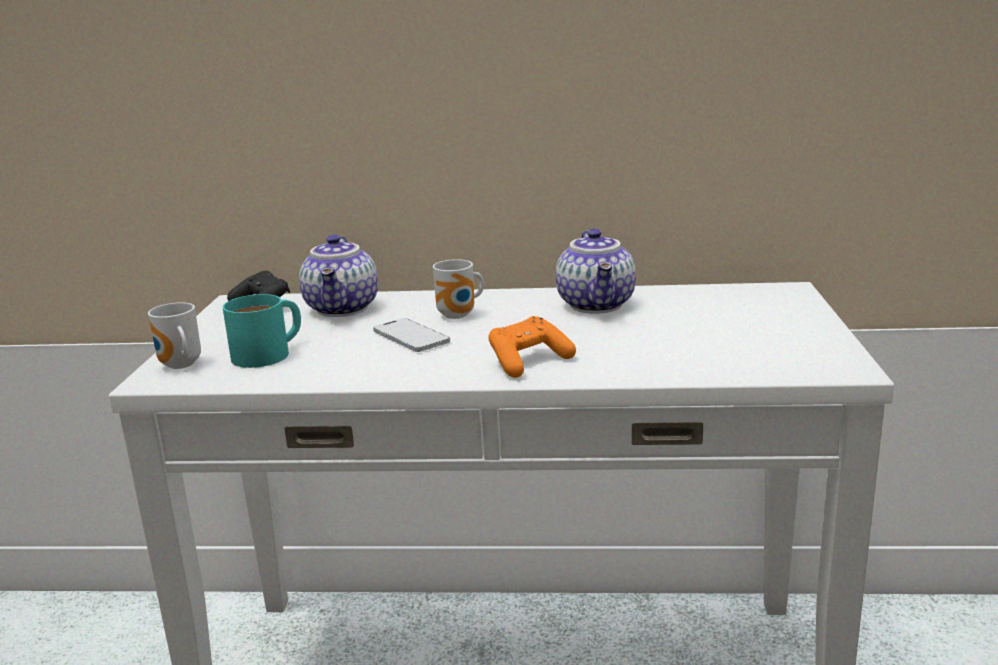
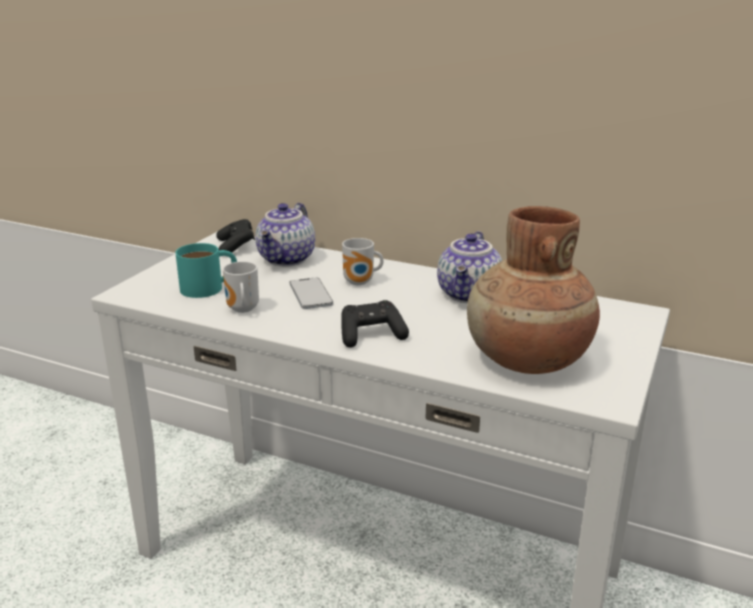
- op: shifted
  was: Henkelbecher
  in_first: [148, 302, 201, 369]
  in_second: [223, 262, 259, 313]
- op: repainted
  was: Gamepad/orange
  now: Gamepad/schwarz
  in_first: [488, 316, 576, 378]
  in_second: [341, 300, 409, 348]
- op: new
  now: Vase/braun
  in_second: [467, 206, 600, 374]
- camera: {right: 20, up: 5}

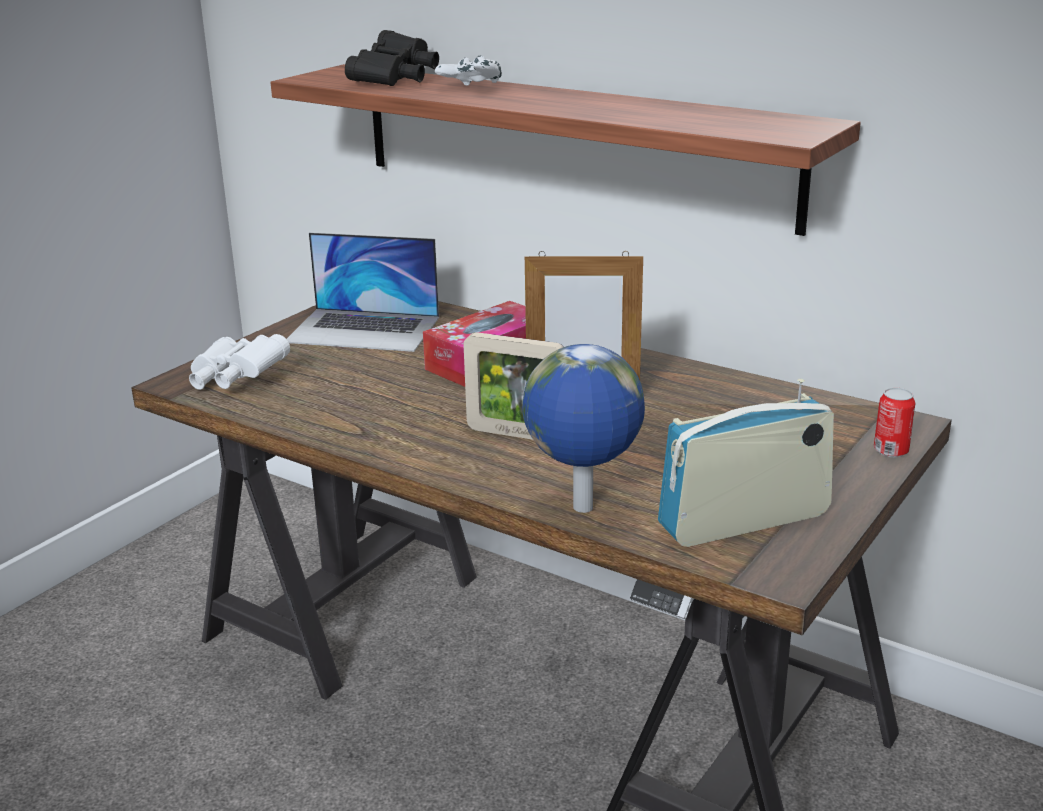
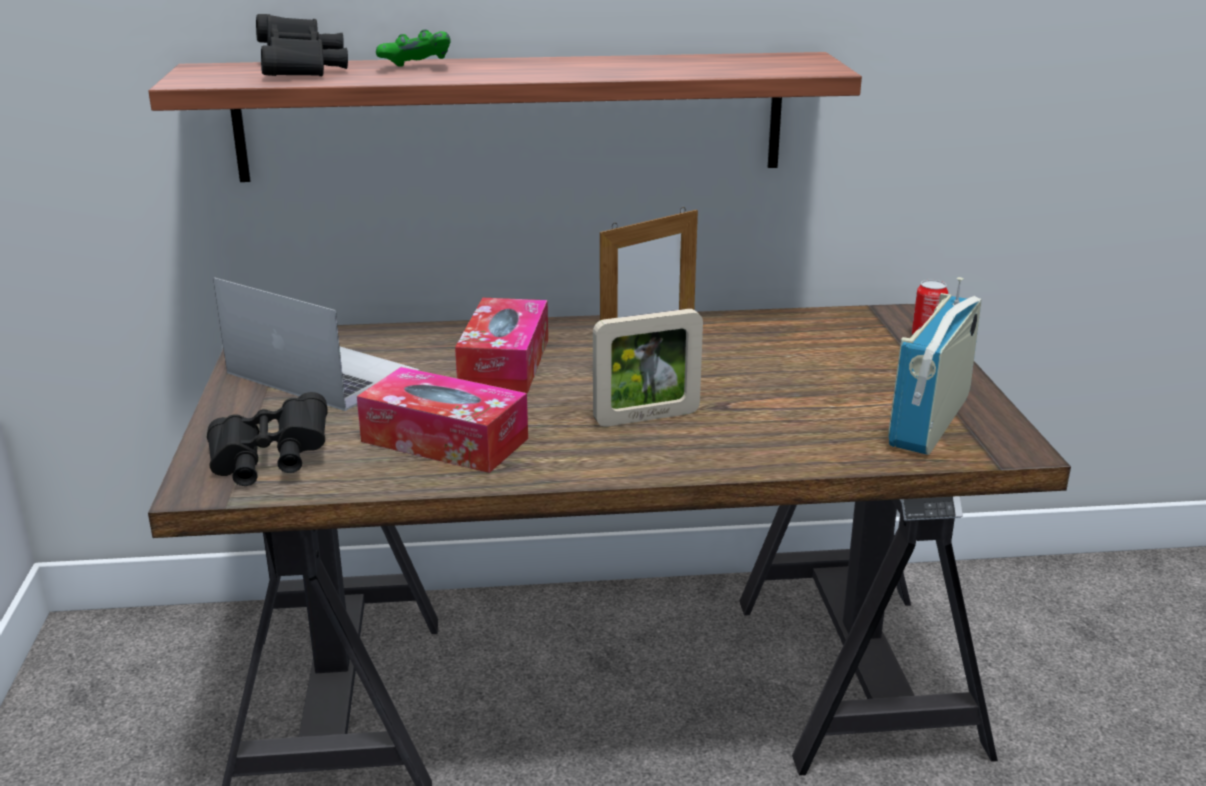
- op: repainted
  was: Fernglas/weiß
  now: Fernglas/schwarz
  in_first: [189, 334, 290, 390]
  in_second: [207, 392, 328, 486]
- op: rotated
  was: Laptop
  in_first: [287, 233, 439, 352]
  in_second: [213, 277, 420, 411]
  clockwise: -120
- op: new
  now: Taschentuchbox
  in_second: [357, 367, 528, 473]
- op: repainted
  was: Gamepad/weiß
  now: Gamepad/grün
  in_first: [435, 55, 502, 86]
  in_second: [376, 29, 451, 67]
- op: gone
  was: Globus
  in_first: [522, 344, 645, 513]
- camera: {right: -40, up: 0}

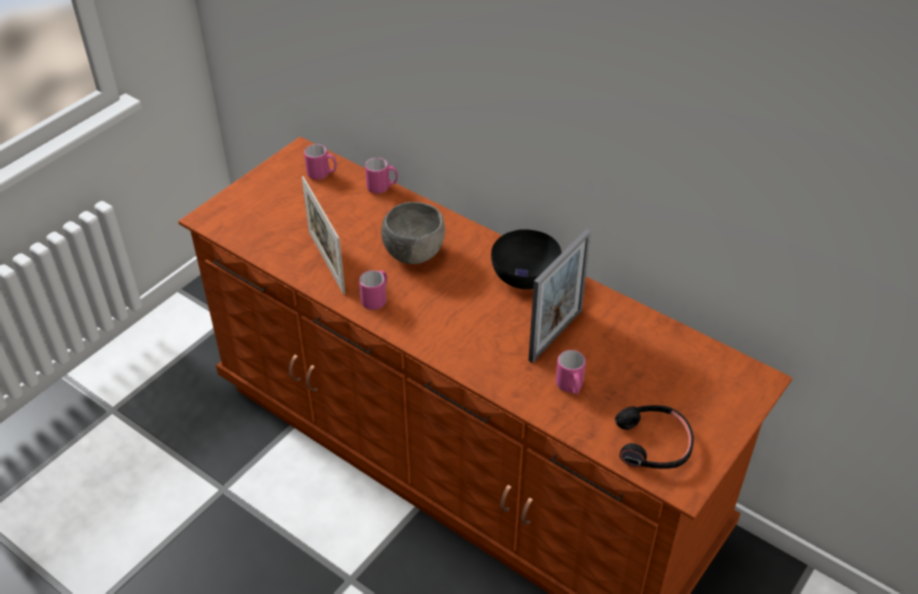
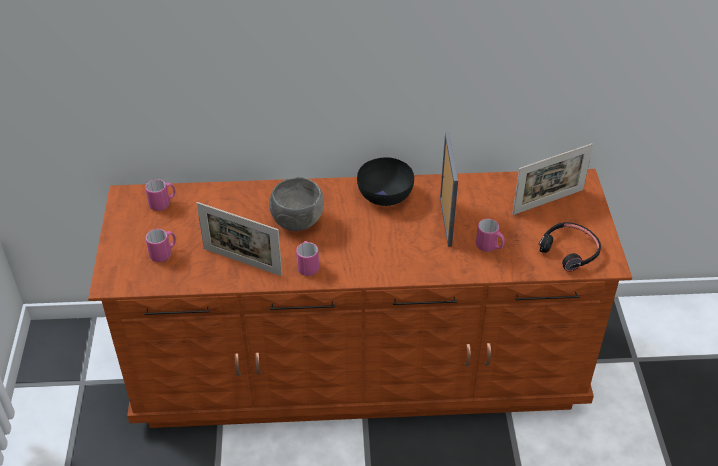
- op: shifted
  was: Henkelbecher/rosa
  in_first: [365, 158, 398, 194]
  in_second: [146, 229, 176, 262]
- op: new
  now: Bilderrahmen
  in_second: [512, 143, 593, 215]
- camera: {right: -40, up: 0}

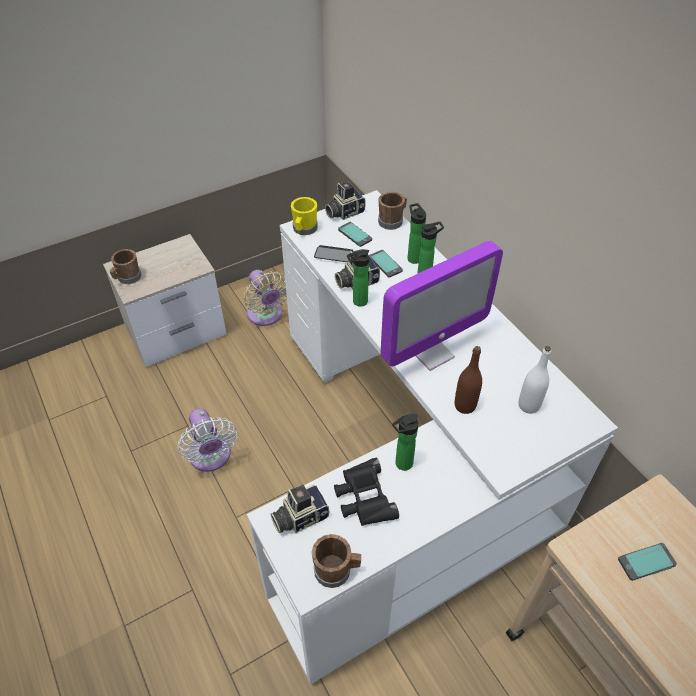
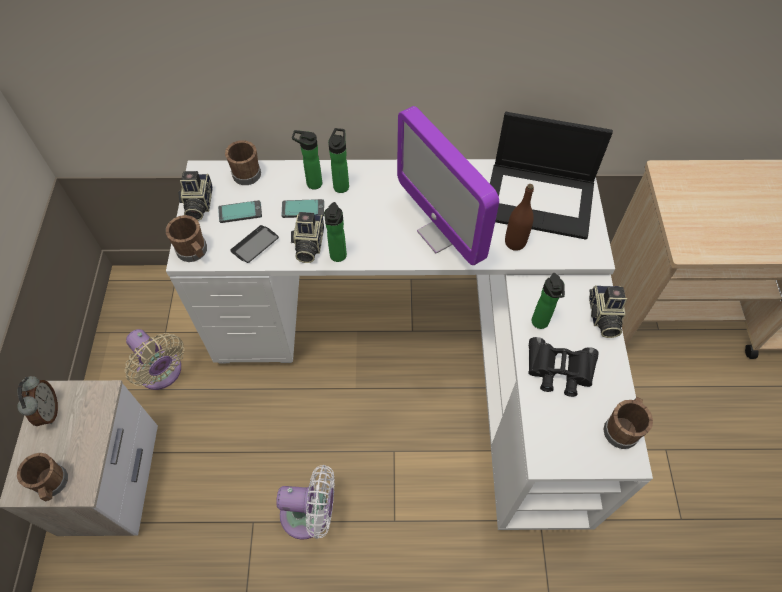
- op: new
  now: Wecker
  in_second: [17, 376, 58, 426]
- op: rotated
  was: Ventilator/beige
  in_first: [244, 270, 287, 326]
  in_second: [125, 329, 184, 390]
  clockwise: 45
- op: repainted
  was: Henkelbecher/gelb
  now: Henkelbecher/braun
  in_first: [291, 197, 318, 235]
  in_second: [166, 215, 207, 262]
- op: rotated
  was: Monitor
  in_first: [381, 241, 503, 371]
  in_second: [397, 106, 499, 265]
  clockwise: 150
- op: swapped
  was: Flasche/weiß
  now: Laptop
  in_first: [518, 346, 551, 414]
  in_second: [490, 112, 613, 240]
- op: shifted
  was: Kamera
  in_first: [271, 485, 329, 533]
  in_second: [589, 285, 627, 338]
- op: gone
  was: Handy
  in_first: [618, 543, 677, 581]
- camera: {right: -60, up: 10}

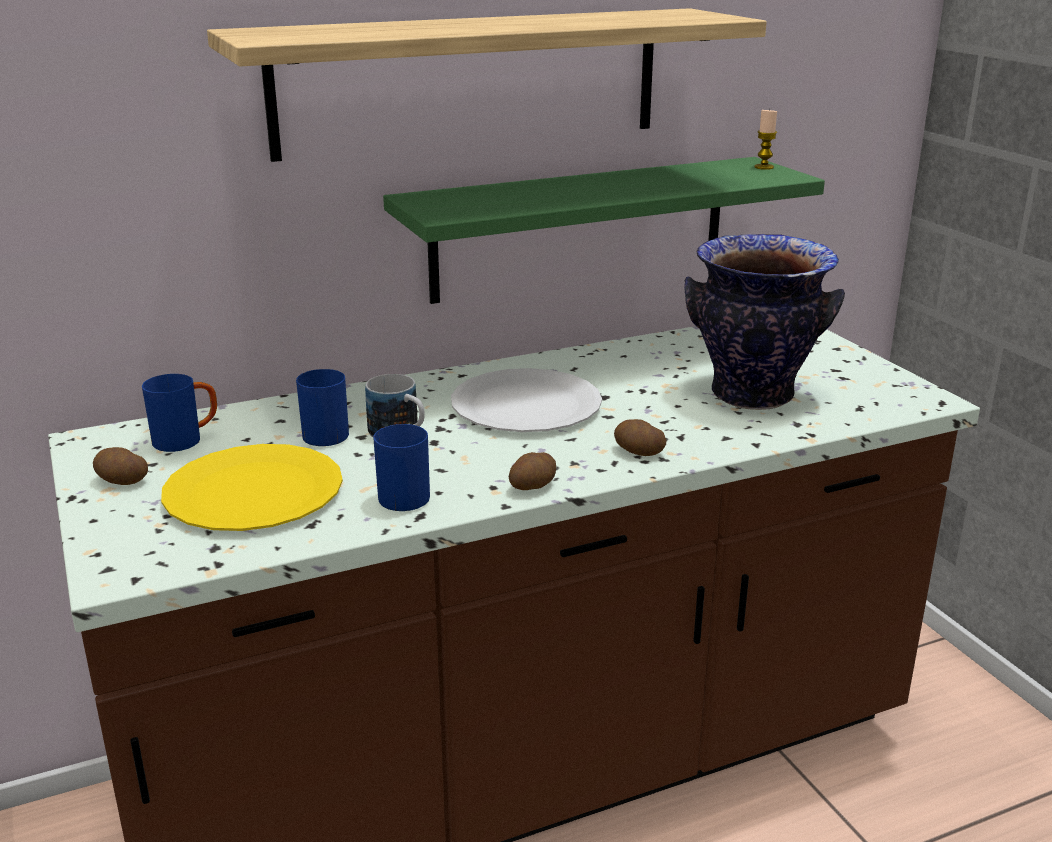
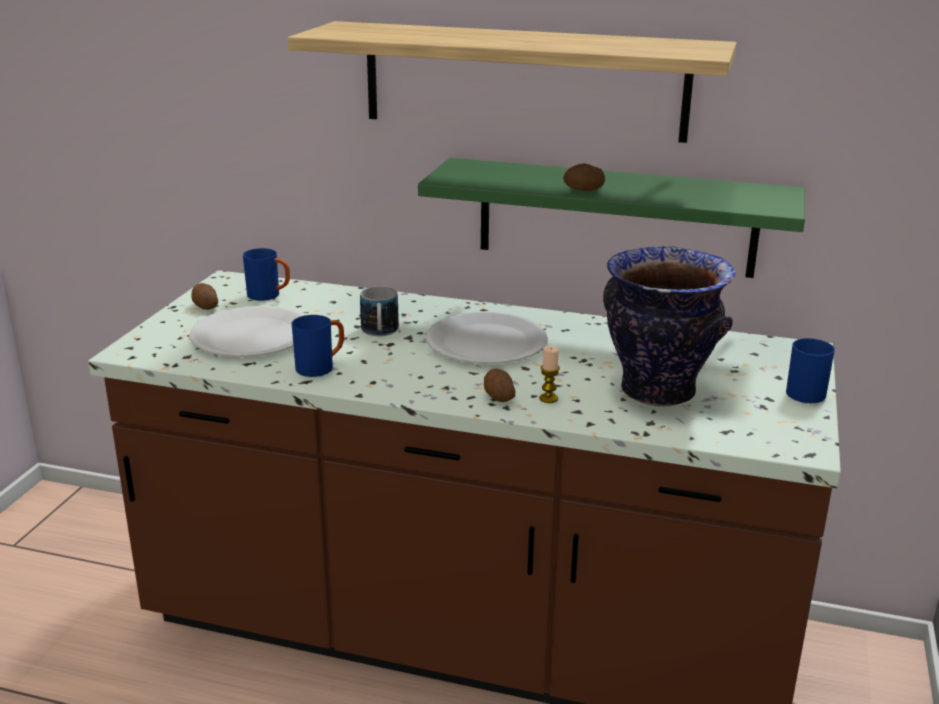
- op: repainted
  was: Teller/gelb
  now: Teller/weiß
  in_first: [161, 444, 343, 531]
  in_second: [189, 306, 305, 357]
- op: shifted
  was: Kerze
  in_first: [755, 109, 777, 170]
  in_second: [539, 346, 560, 403]
- op: shifted
  was: Kartoffel
  in_first: [509, 452, 556, 490]
  in_second: [563, 163, 605, 191]
- op: shifted
  was: Henkelbecher/blau
  in_first: [296, 369, 349, 446]
  in_second: [786, 338, 835, 403]
- camera: {right: 40, up: 0}

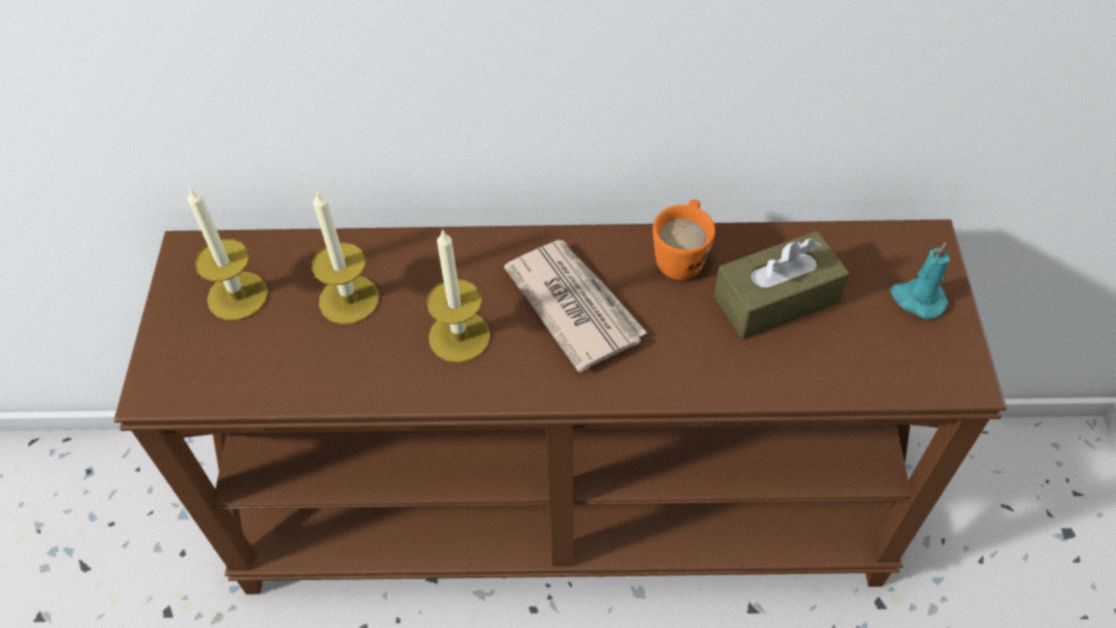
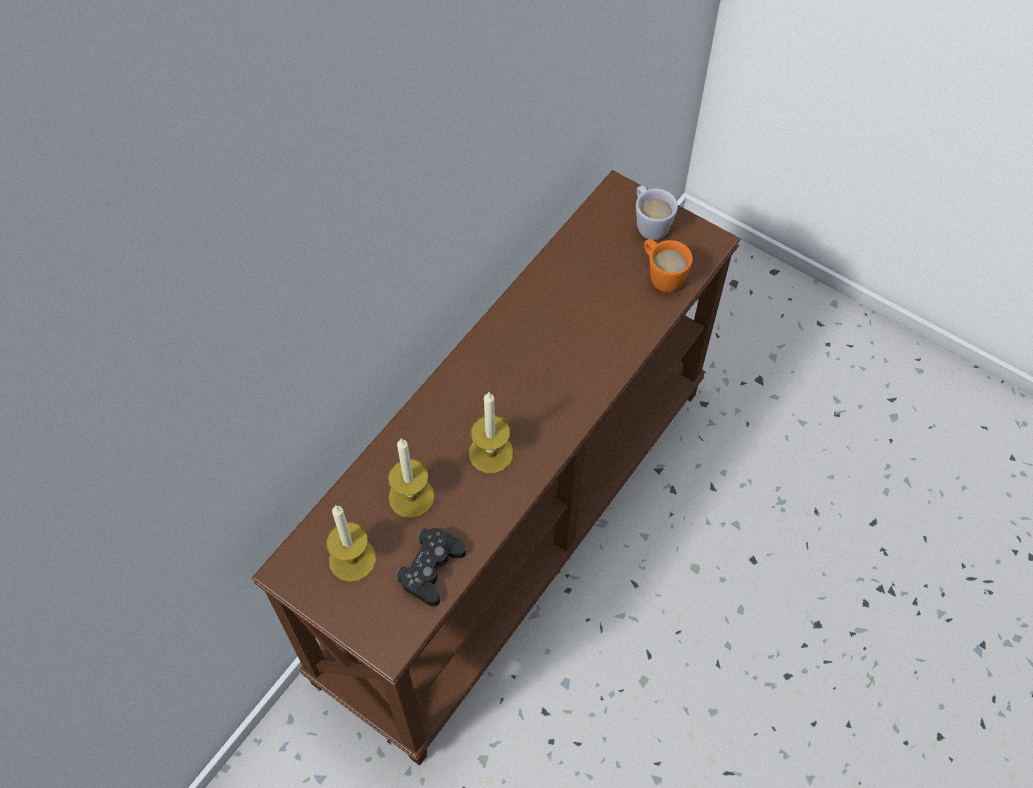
- op: new
  now: Gamepad/schwarz
  in_second: [396, 528, 466, 606]
- op: swapped
  was: Kerze/türkis
  now: Henkelbecher/weiß
  in_first: [891, 242, 950, 319]
  in_second: [636, 185, 678, 240]
- op: shifted
  was: Henkelbecher/orange
  in_first: [653, 199, 715, 280]
  in_second: [644, 239, 693, 292]
- op: gone
  was: Zeitung
  in_first: [504, 240, 647, 372]
- op: gone
  was: Taschentuchbox/braun
  in_first: [714, 231, 849, 339]
- camera: {right: -55, up: 5}

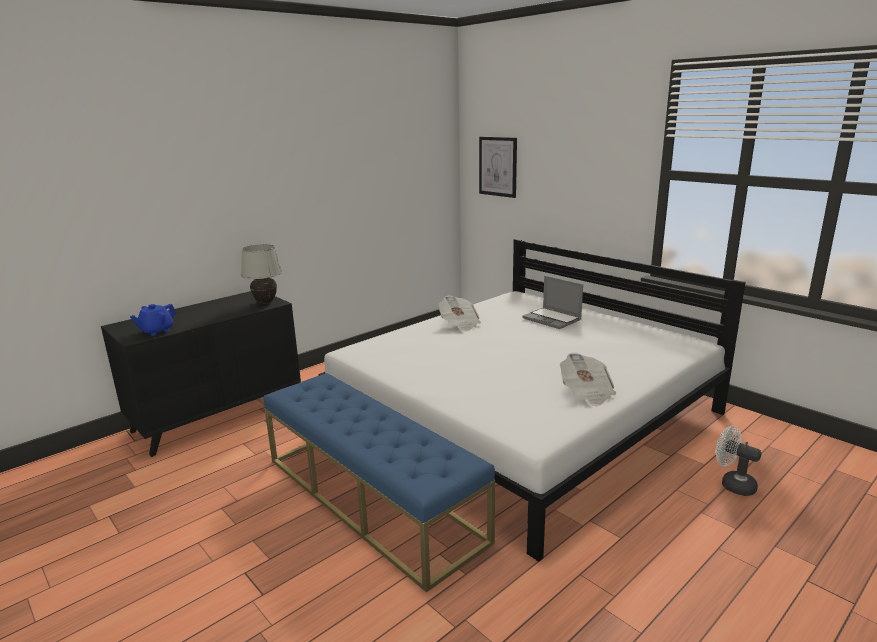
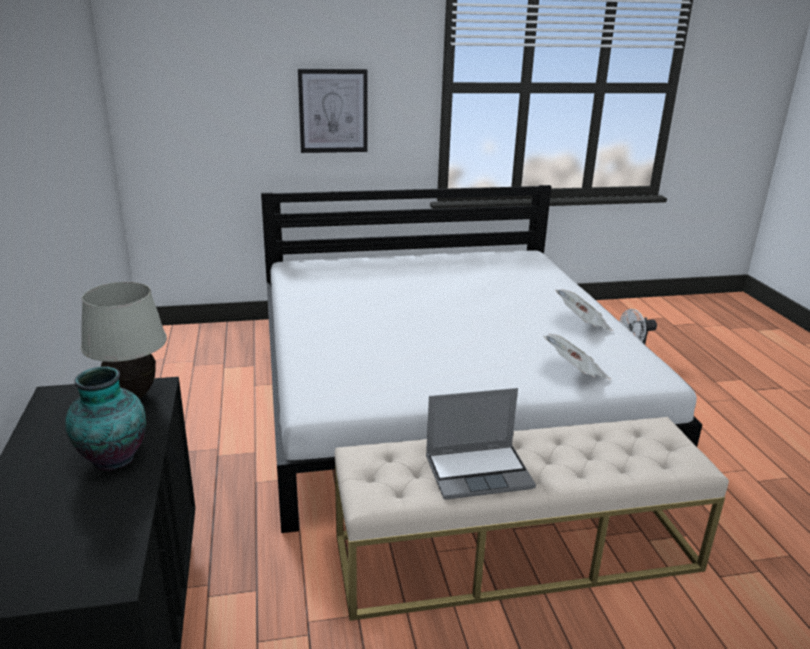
- op: new
  now: Vase
  in_second: [65, 366, 146, 471]
- op: shifted
  was: Bild
  in_first: [479, 137, 517, 198]
  in_second: [298, 69, 368, 153]
- op: repainted
  was: Bank/blau
  now: Bank/beige
  in_first: [263, 373, 495, 592]
  in_second: [334, 417, 729, 621]
- op: shifted
  was: Laptop
  in_first: [522, 276, 583, 329]
  in_second: [426, 388, 536, 500]
- op: shifted
  was: Zeitung
  in_first: [438, 296, 481, 332]
  in_second: [543, 334, 612, 380]
- op: gone
  was: Teekanne/blau
  in_first: [130, 304, 176, 336]
- camera: {right: -60, up: 5}

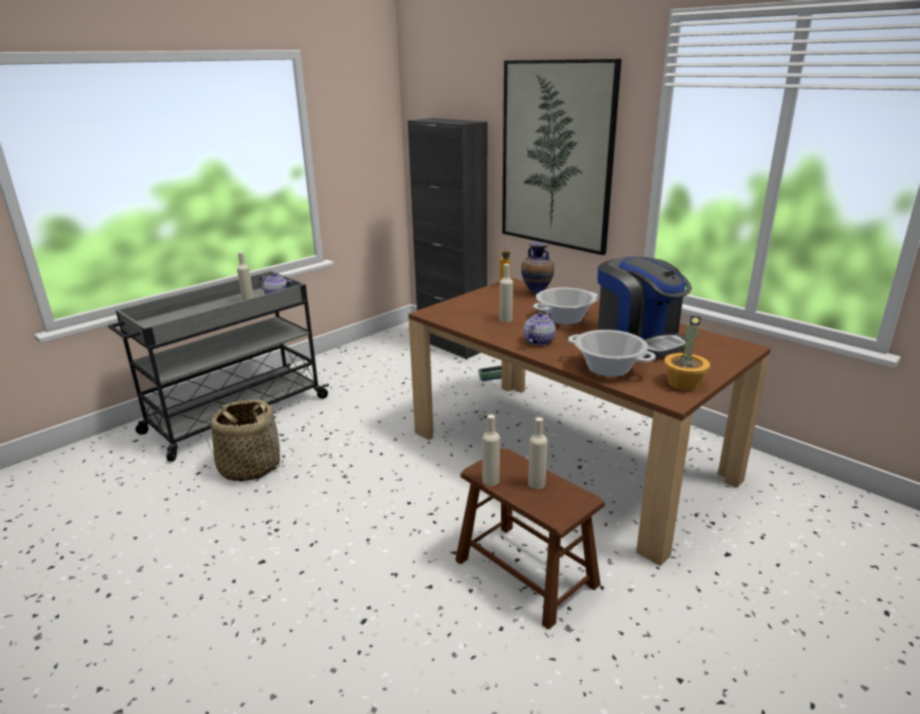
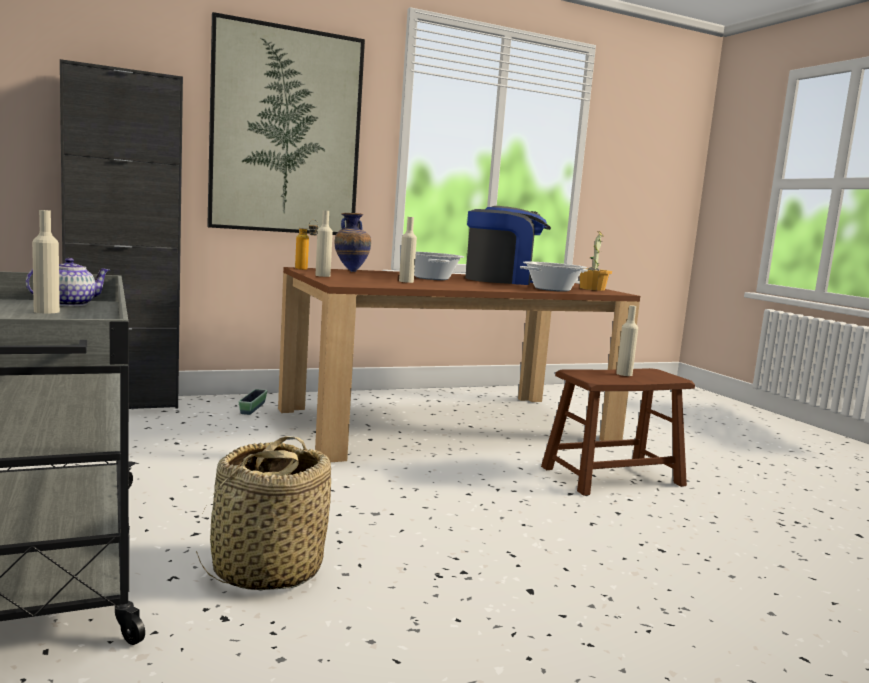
- op: shifted
  was: Flasche/beige
  in_first: [482, 414, 500, 486]
  in_second: [315, 210, 333, 277]
- op: gone
  was: Teekanne
  in_first: [524, 312, 556, 345]
- camera: {right: -70, up: -15}

